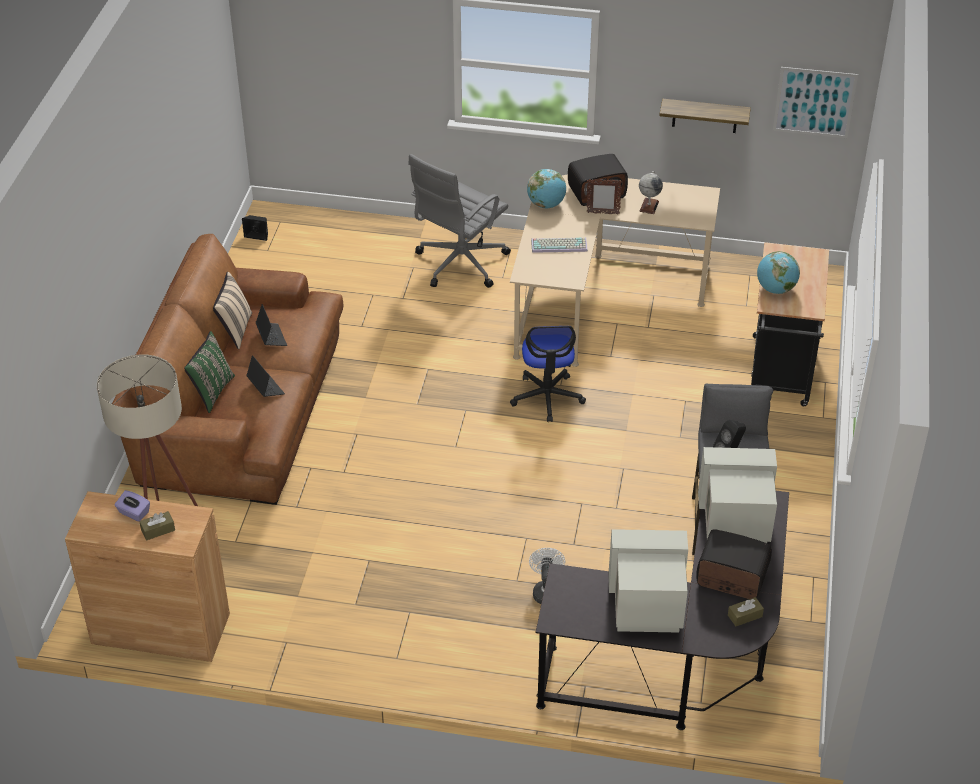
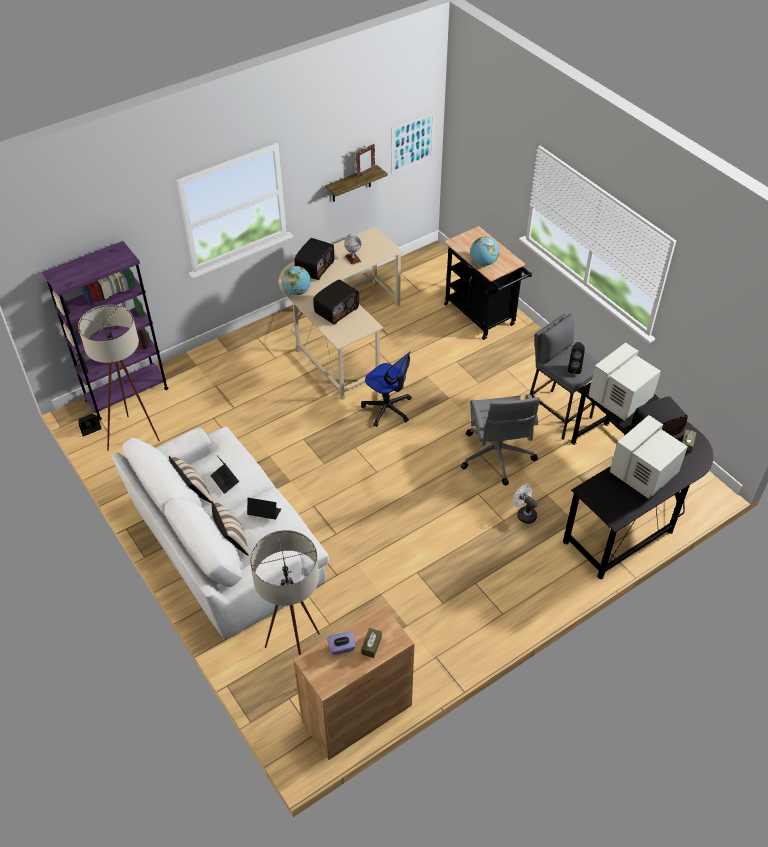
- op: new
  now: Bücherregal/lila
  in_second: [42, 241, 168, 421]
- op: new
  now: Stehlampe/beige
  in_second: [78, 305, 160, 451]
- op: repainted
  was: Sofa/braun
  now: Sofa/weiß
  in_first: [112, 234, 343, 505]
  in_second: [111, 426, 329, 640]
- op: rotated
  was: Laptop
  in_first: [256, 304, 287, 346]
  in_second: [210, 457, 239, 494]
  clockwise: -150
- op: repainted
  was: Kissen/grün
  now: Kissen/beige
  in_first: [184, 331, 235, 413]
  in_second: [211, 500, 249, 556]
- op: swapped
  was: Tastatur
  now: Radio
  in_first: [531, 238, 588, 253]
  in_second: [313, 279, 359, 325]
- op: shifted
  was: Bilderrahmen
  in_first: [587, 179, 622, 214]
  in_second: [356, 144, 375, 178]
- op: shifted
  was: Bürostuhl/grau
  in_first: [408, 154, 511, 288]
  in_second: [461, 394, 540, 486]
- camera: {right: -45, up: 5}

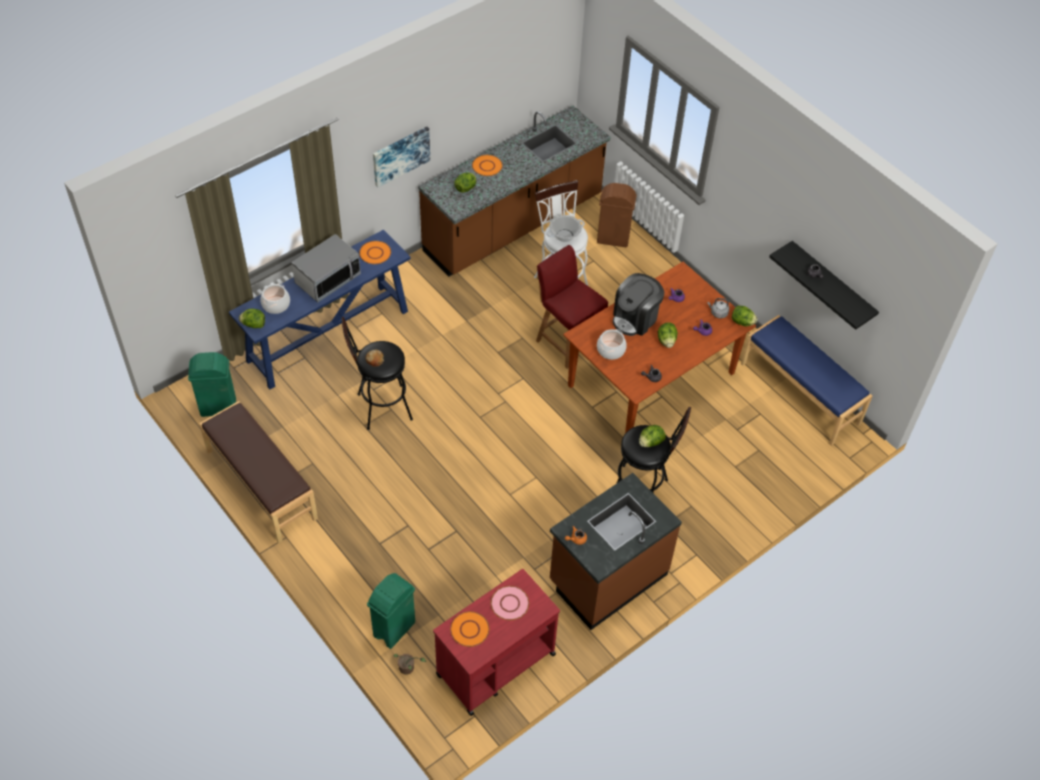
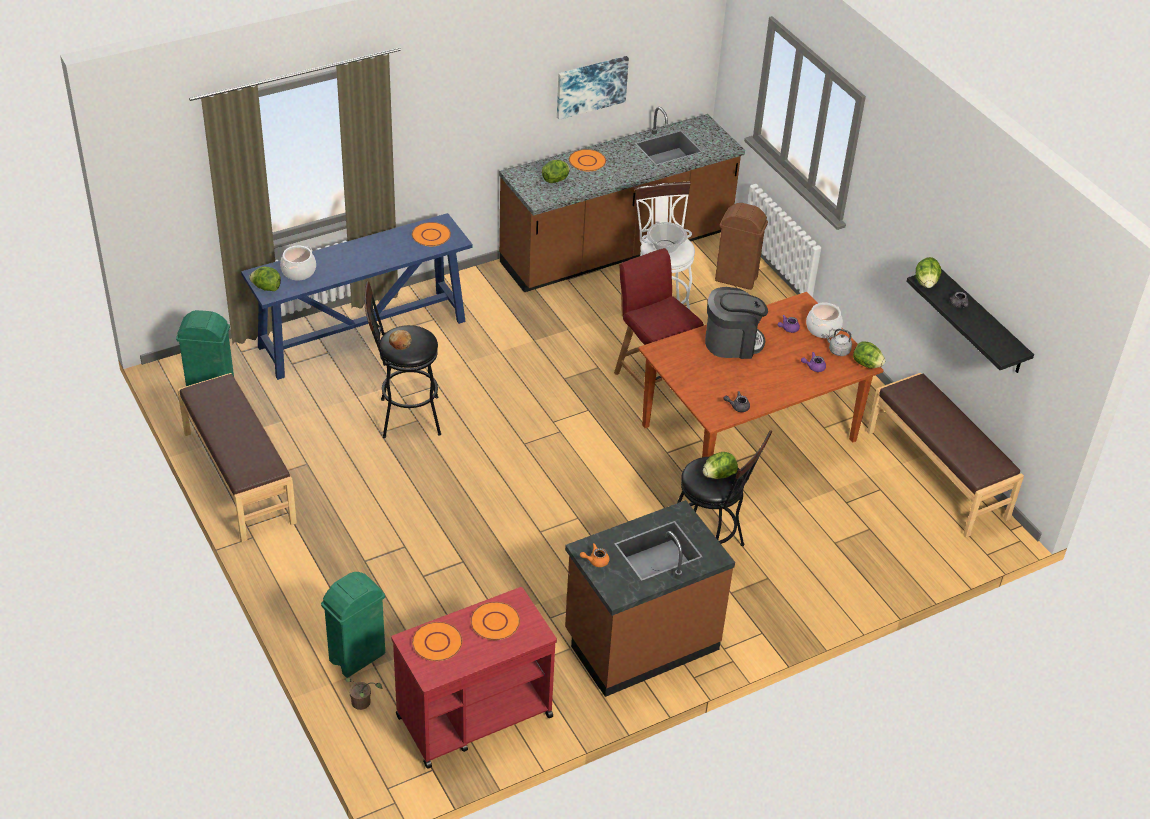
- op: repainted
  was: Teller/rosa
  now: Teller/orange
  in_first: [491, 586, 529, 620]
  in_second: [470, 602, 520, 640]
- op: shifted
  was: Bild
  in_first: [373, 127, 430, 187]
  in_second: [557, 56, 629, 120]
- op: rotated
  was: Kaffeemaschine
  in_first: [613, 273, 664, 336]
  in_second: [705, 287, 768, 359]
  clockwise: -150
- op: shifted
  was: Kochtopf
  in_first: [597, 329, 627, 360]
  in_second: [806, 302, 843, 338]
- op: repainted
  was: Bank/blau
  now: Bank/braun
  in_first: [741, 315, 872, 446]
  in_second: [867, 373, 1024, 537]
- op: shifted
  was: Salatkopf
  in_first: [658, 322, 678, 348]
  in_second: [916, 257, 941, 288]
- op: gone
  was: Mikrowelle
  in_first: [291, 234, 361, 302]
- camera: {right: 10, up: -10}

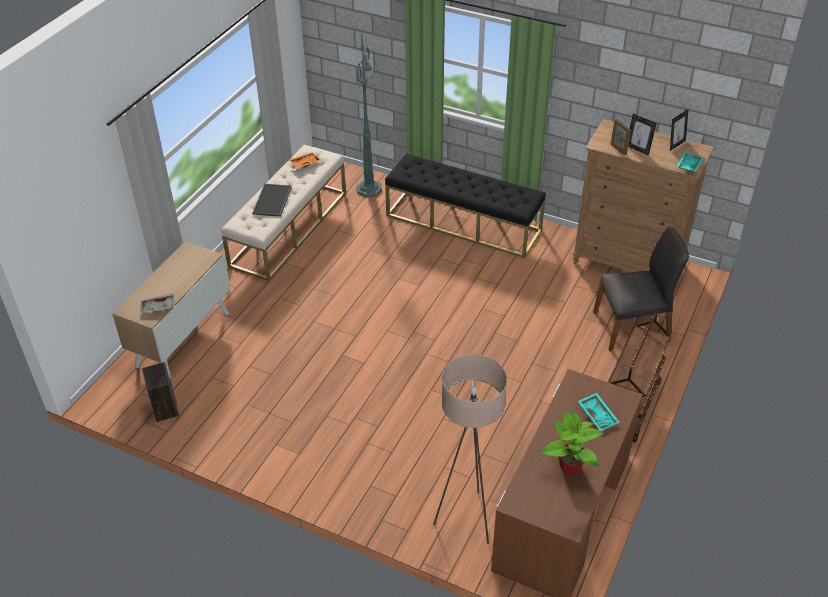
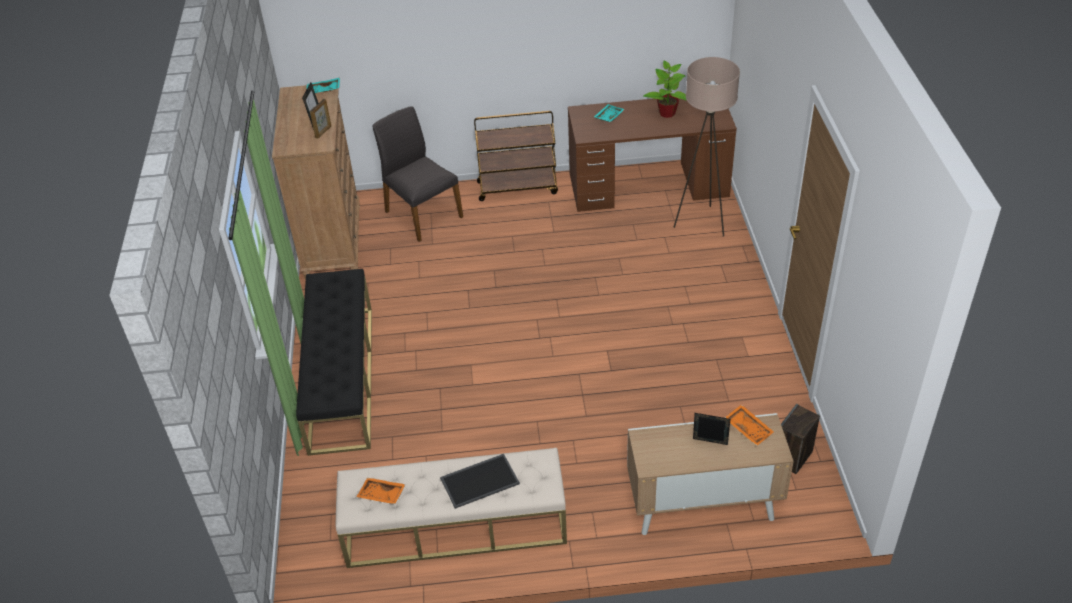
- op: shifted
  was: Bilderrahmen
  in_first: [670, 110, 688, 151]
  in_second: [693, 413, 730, 445]
- op: repainted
  was: Tablett/grau
  now: Tablett/orange
  in_first: [140, 293, 175, 314]
  in_second: [725, 404, 774, 446]
- op: gone
  was: Stehlampe/grün
  in_first: [356, 38, 382, 197]
- camera: {right: -120, up: 0}

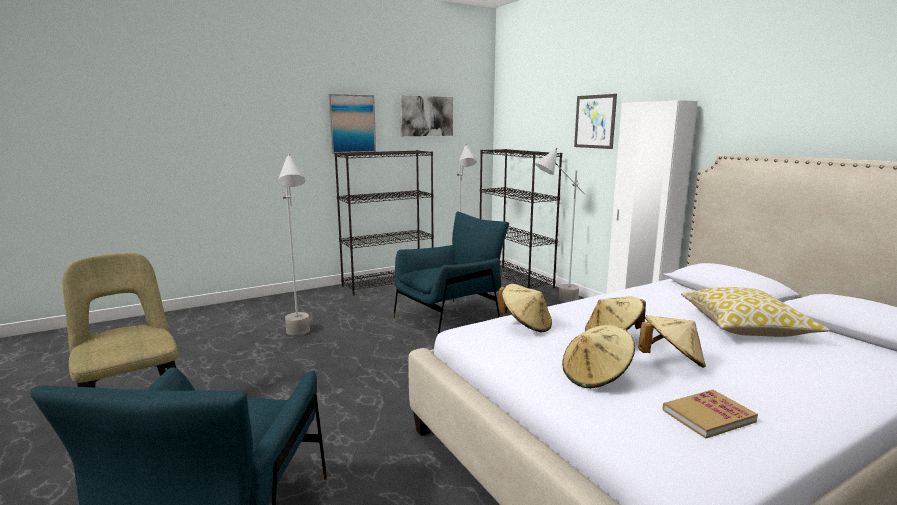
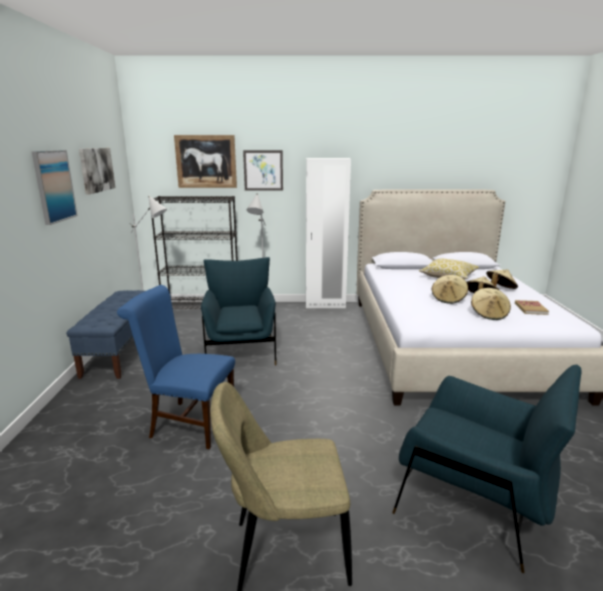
- op: swapped
  was: Bücherregal/schwarz
  now: Bank/blau
  in_first: [334, 150, 434, 295]
  in_second: [66, 290, 145, 379]
- op: swapped
  was: Stehlampe/grau
  now: Stuhl/blau
  in_first: [277, 153, 310, 336]
  in_second: [117, 285, 235, 449]
- op: new
  now: Bild
  in_second: [174, 135, 237, 188]
- op: shifted
  was: Hut/beige
  in_first: [498, 284, 552, 332]
  in_second: [486, 269, 518, 289]
- camera: {right: -60, up: 5}

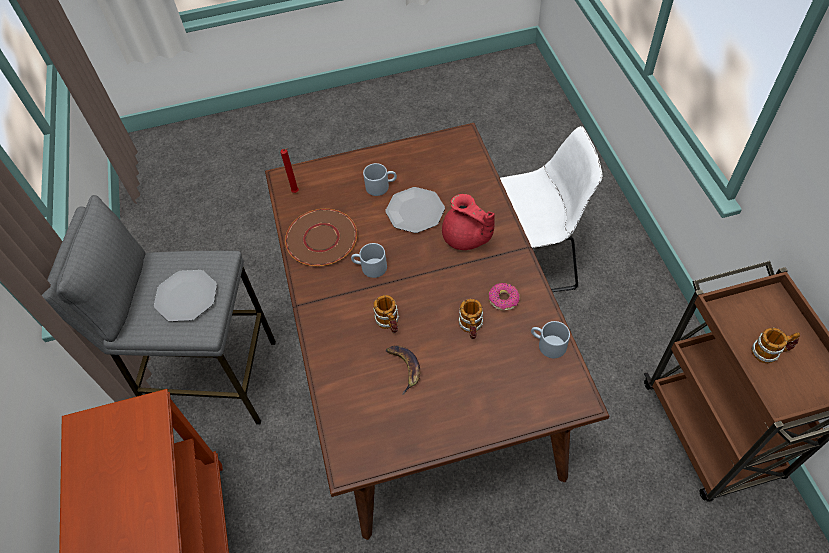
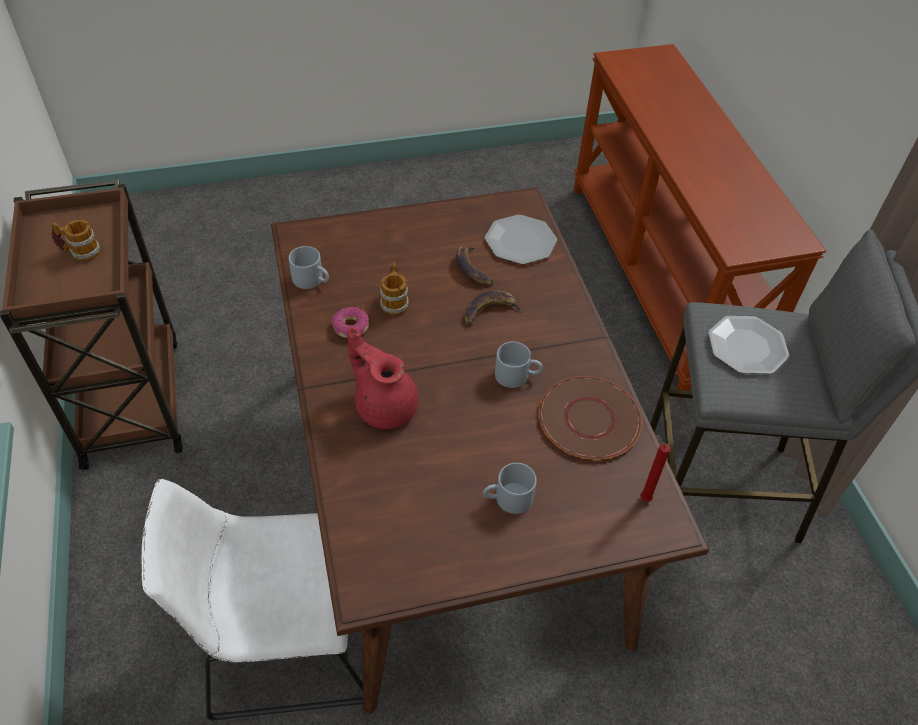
- op: swapped
  was: Henkelbecher
  now: Banane
  in_first: [373, 295, 400, 333]
  in_second: [464, 290, 524, 326]
- op: shifted
  was: Teller
  in_first: [386, 187, 445, 233]
  in_second: [485, 215, 557, 264]
- camera: {right: 175, up: -5}

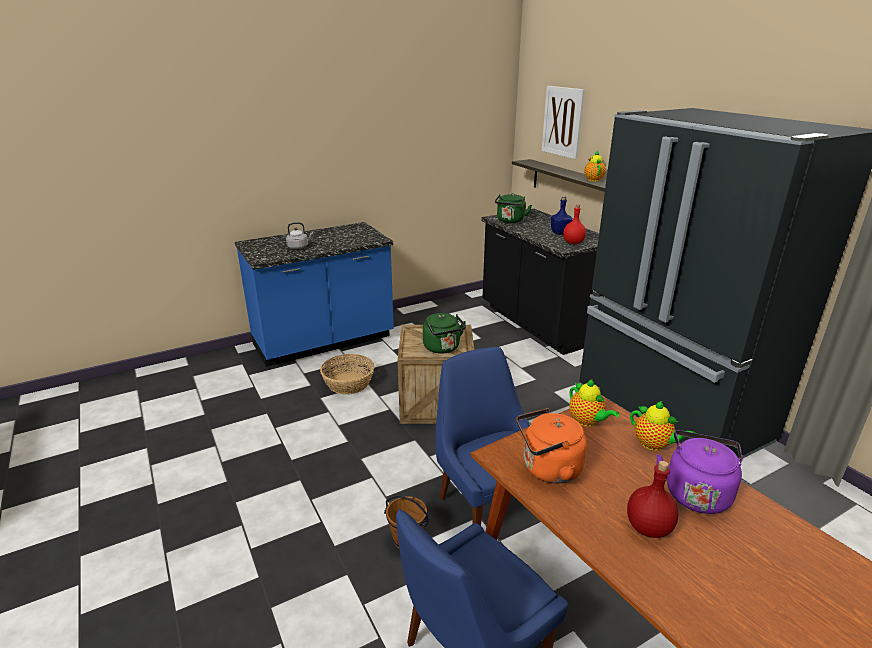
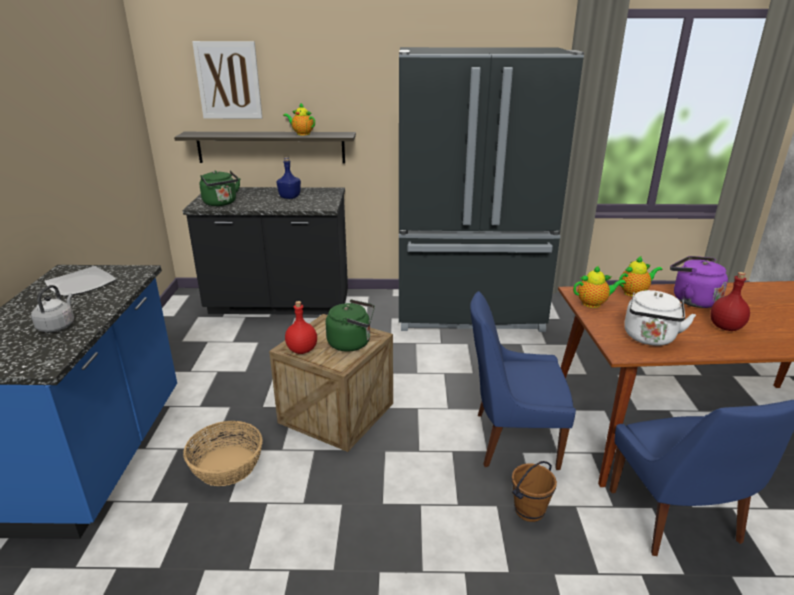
- op: new
  now: Teller
  in_second: [44, 266, 116, 297]
- op: shifted
  was: Flasche/rot
  in_first: [563, 205, 586, 244]
  in_second: [285, 301, 317, 354]
- op: repainted
  was: Wasserkessel/orange
  now: Wasserkessel/weiß
  in_first: [517, 408, 587, 483]
  in_second: [624, 290, 696, 346]
- camera: {right: -60, up: 0}

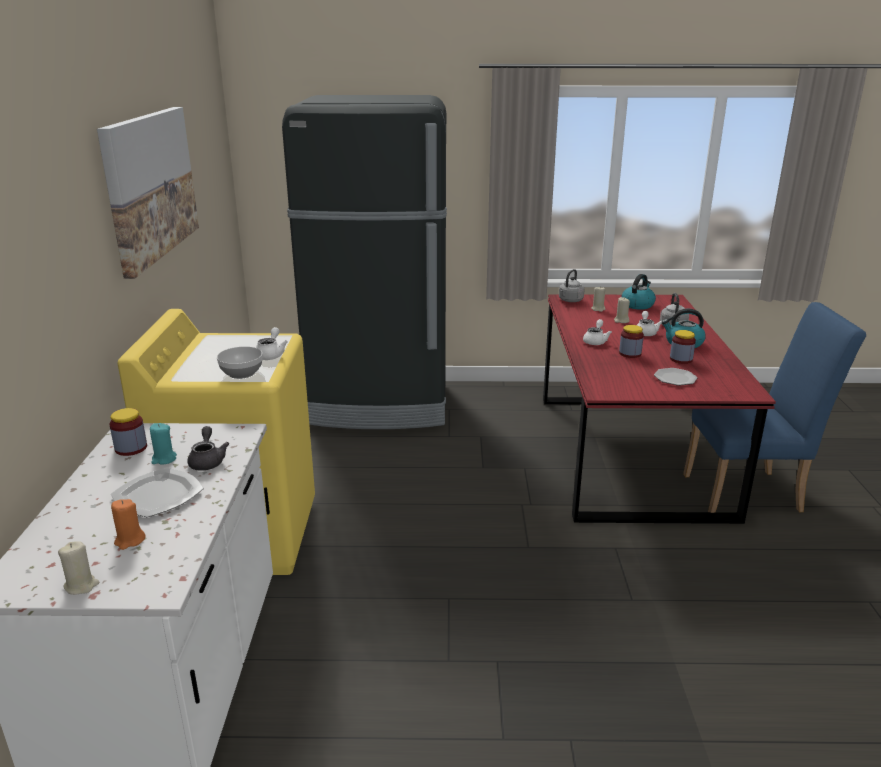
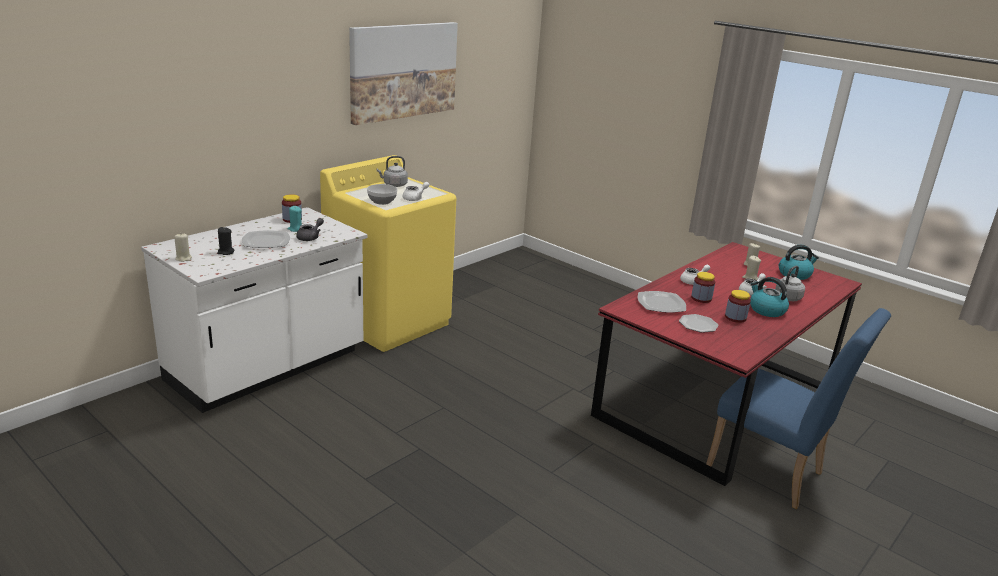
- op: repainted
  was: Kerze/orange
  now: Kerze/schwarz
  in_first: [111, 499, 146, 550]
  in_second: [217, 227, 235, 255]
- op: shifted
  was: Wasserkessel/grau
  in_first: [559, 269, 584, 302]
  in_second: [376, 156, 408, 187]
- op: new
  now: Teller
  in_second: [638, 291, 686, 313]
- op: gone
  was: Kühlschrank/schwarz
  in_first: [282, 95, 447, 429]
- camera: {right: 40, up: 0}

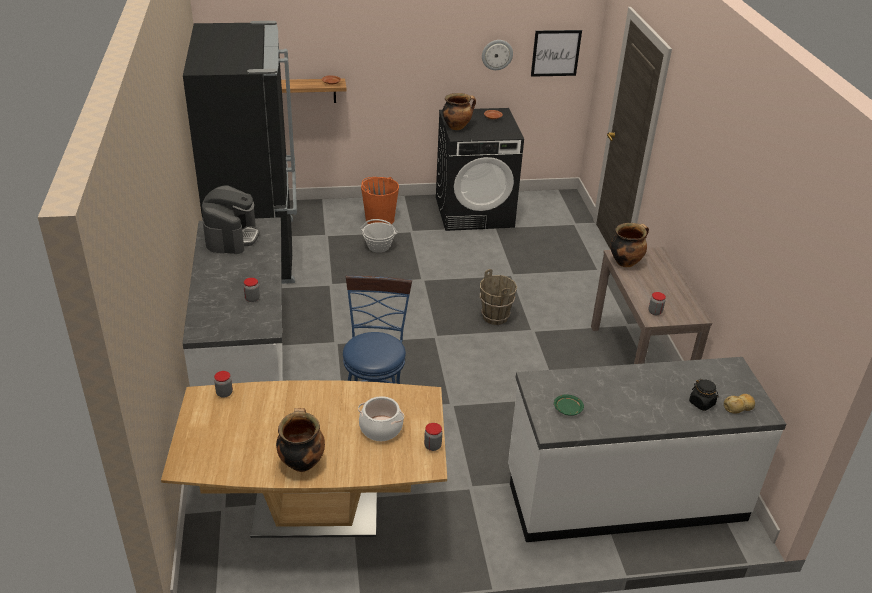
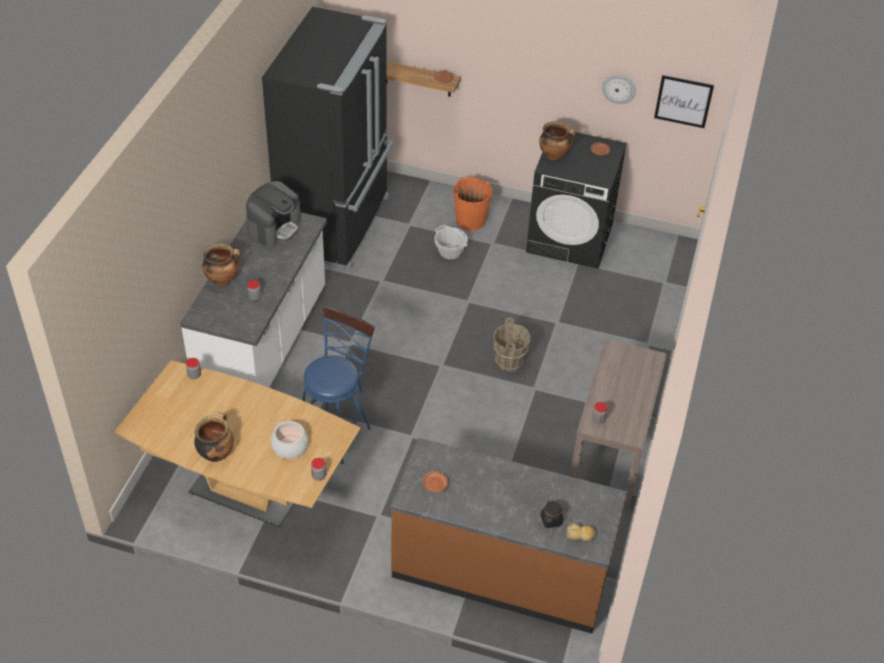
- op: shifted
  was: Kochtopf
  in_first: [611, 223, 649, 267]
  in_second: [202, 243, 241, 286]
- op: repainted
  was: Küchenzeile/weiß
  now: Küchenzeile/braun
  in_first: [508, 357, 786, 542]
  in_second: [390, 438, 627, 634]
- op: repainted
  was: Teller/grün
  now: Teller/braun
  in_first: [554, 394, 584, 416]
  in_second: [422, 471, 448, 492]
- camera: {right: 25, up: 10}

